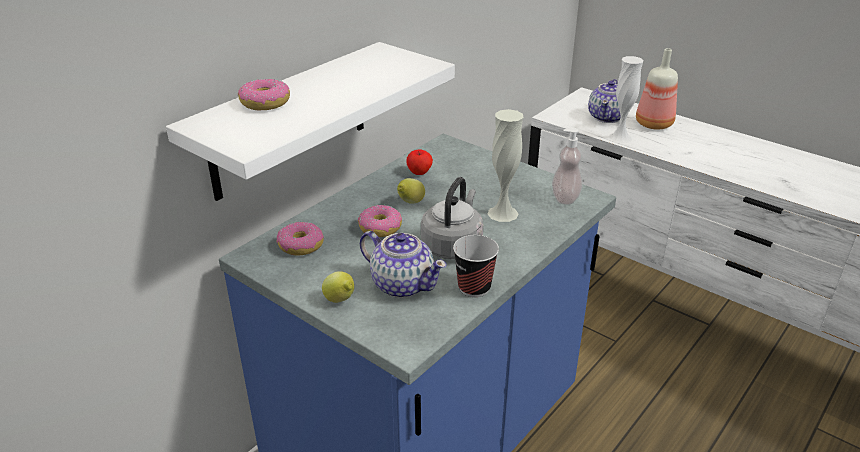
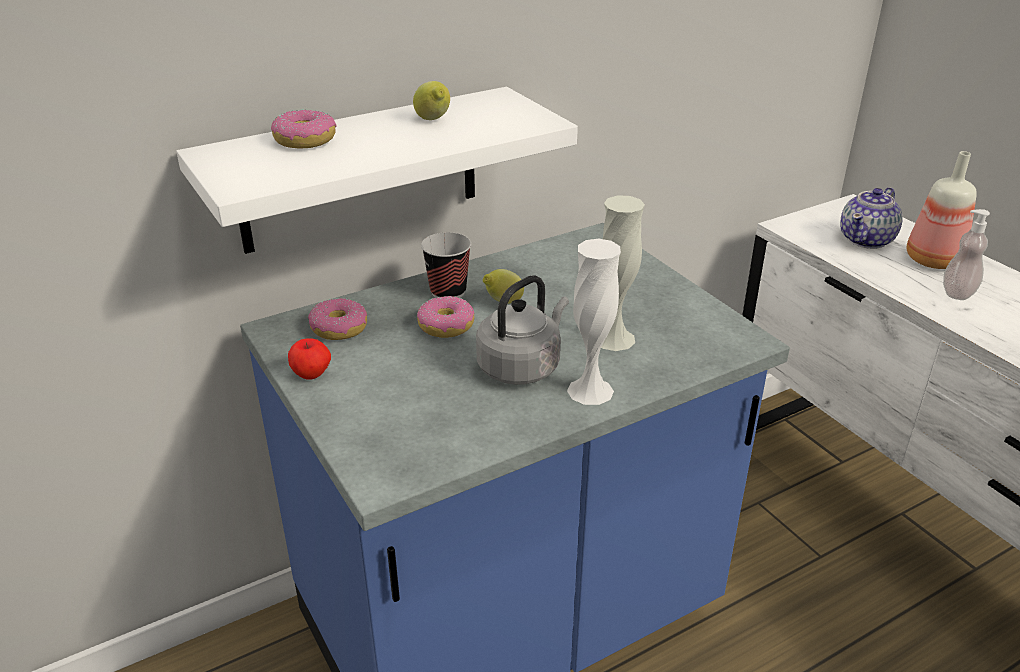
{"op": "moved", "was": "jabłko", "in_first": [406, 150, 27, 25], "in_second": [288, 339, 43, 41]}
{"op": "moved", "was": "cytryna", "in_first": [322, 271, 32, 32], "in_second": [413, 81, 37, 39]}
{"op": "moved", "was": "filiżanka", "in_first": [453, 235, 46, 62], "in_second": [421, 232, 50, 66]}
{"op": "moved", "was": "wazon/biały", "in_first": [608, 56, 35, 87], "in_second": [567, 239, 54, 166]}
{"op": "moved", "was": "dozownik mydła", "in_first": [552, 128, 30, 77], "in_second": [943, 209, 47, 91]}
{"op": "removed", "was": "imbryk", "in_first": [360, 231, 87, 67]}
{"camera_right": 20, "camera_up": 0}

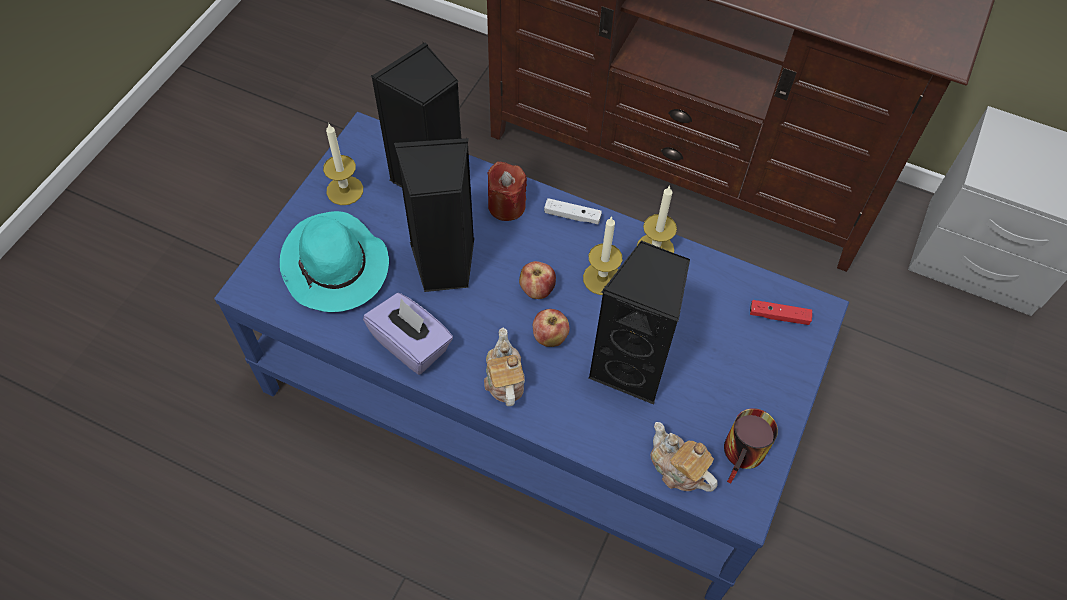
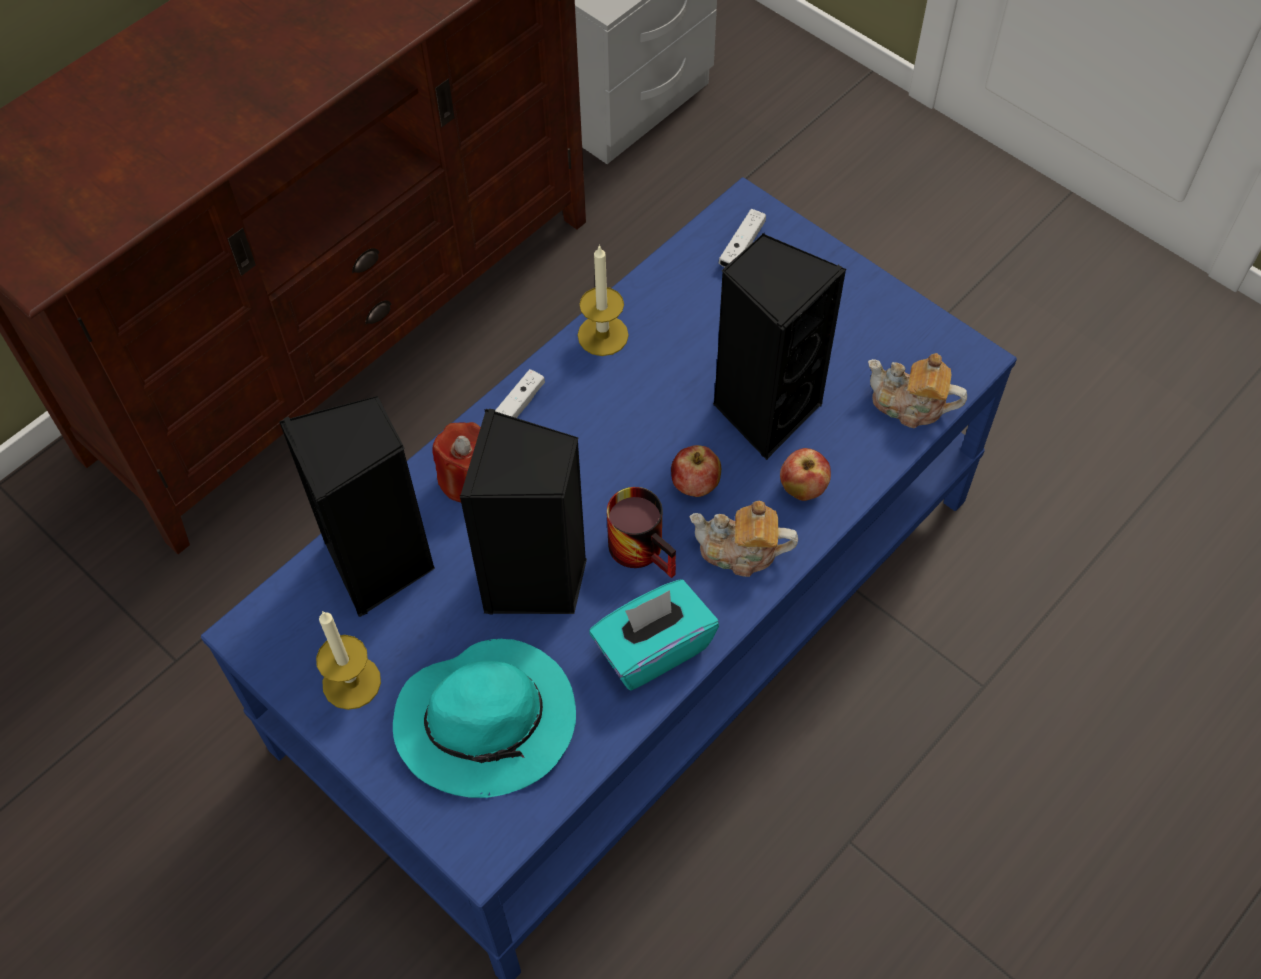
{"op": "recoloured", "was": "pudełko chusteczek/fioletowy", "now": "pudełko chusteczek/turkusowy", "in_first": [363, 293, 90, 82], "in_second": [590, 579, 129, 112]}
{"op": "moved", "was": "kubek", "in_first": [724, 408, 54, 75], "in_second": [607, 487, 69, 91]}
{"op": "recoloured", "was": "pad do gier/czerwony", "now": "pad do gier/biały", "in_first": [750, 300, 62, 25], "in_second": [719, 209, 47, 58]}
{"op": "moved", "was": "jabłko", "in_first": [519, 261, 37, 38], "in_second": [780, 448, 51, 53]}
{"op": "turned", "was": "imbryk", "in_first": [651, 422, 67, 70], "in_second": [868, 353, 99, 75], "clockwise": 45}
{"op": "removed", "was": "świeca", "in_first": [583, 216, 39, 79]}
{"camera_right": -70, "camera_up": 0}

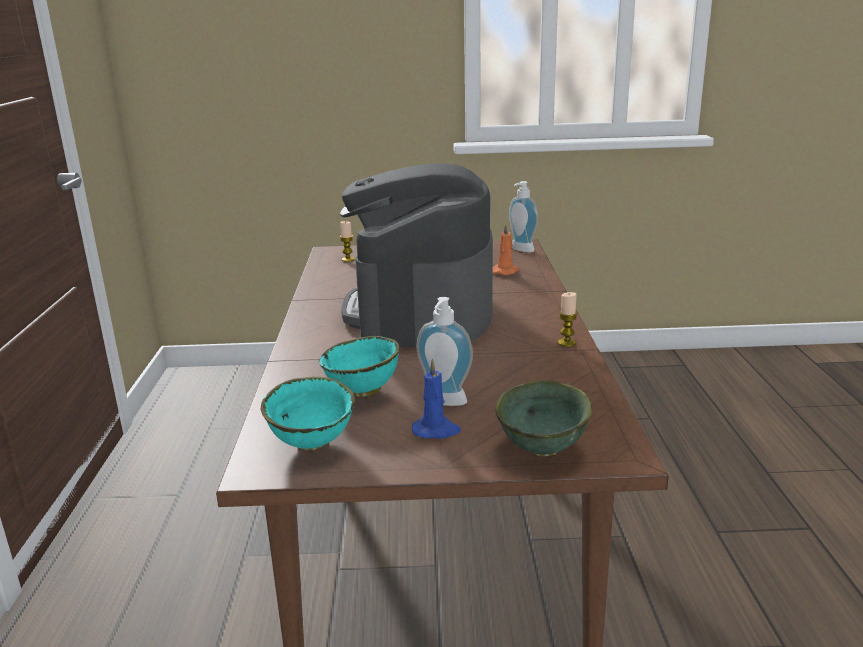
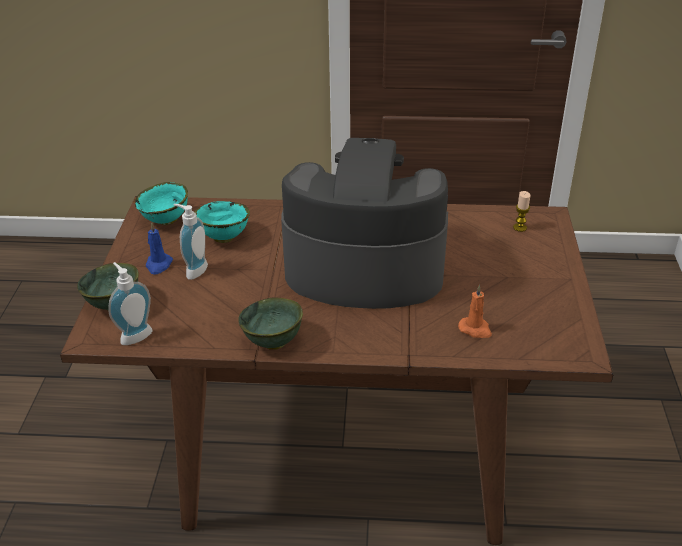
{"op": "moved", "was": "dozownik mydła", "in_first": [509, 181, 29, 71], "in_second": [108, 262, 45, 83]}
{"op": "replaced", "was": "świeca", "now": "miska/zielony", "in_first": [558, 292, 20, 55], "in_second": [238, 298, 65, 52]}
{"camera_right": 95, "camera_up": 15}

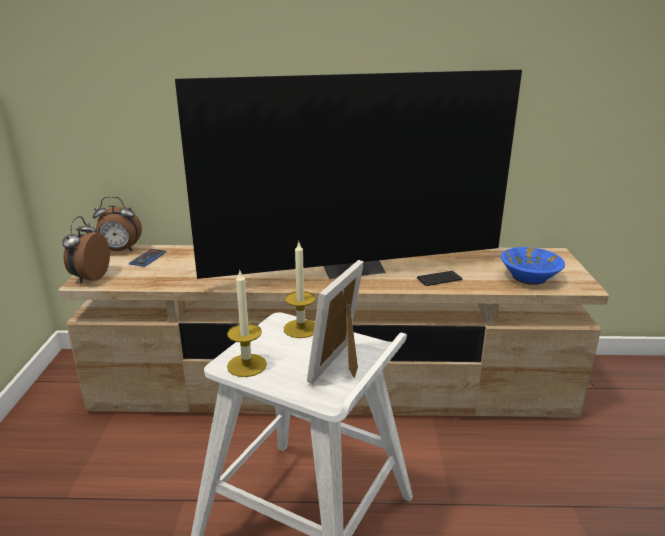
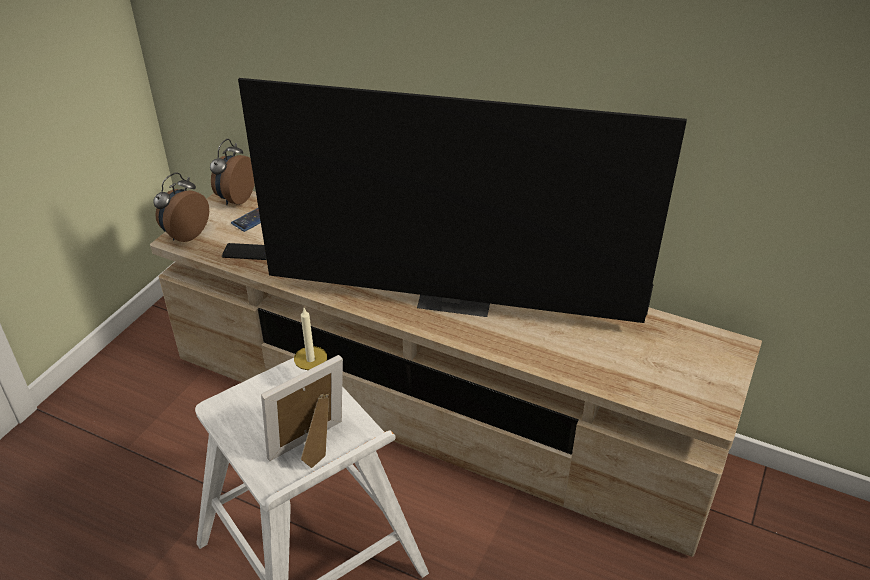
{"op": "turned", "was": "budzik", "in_first": [93, 196, 49, 55], "in_second": [210, 139, 45, 66], "clockwise": 90}
{"op": "moved", "was": "telefon", "in_first": [417, 271, 46, 15], "in_second": [222, 243, 45, 17]}
{"op": "removed", "was": "świeca", "in_first": [227, 271, 40, 106]}
{"op": "removed", "was": "miska/niebieski", "in_first": [501, 247, 64, 38]}
{"camera_right": 25, "camera_up": 15}

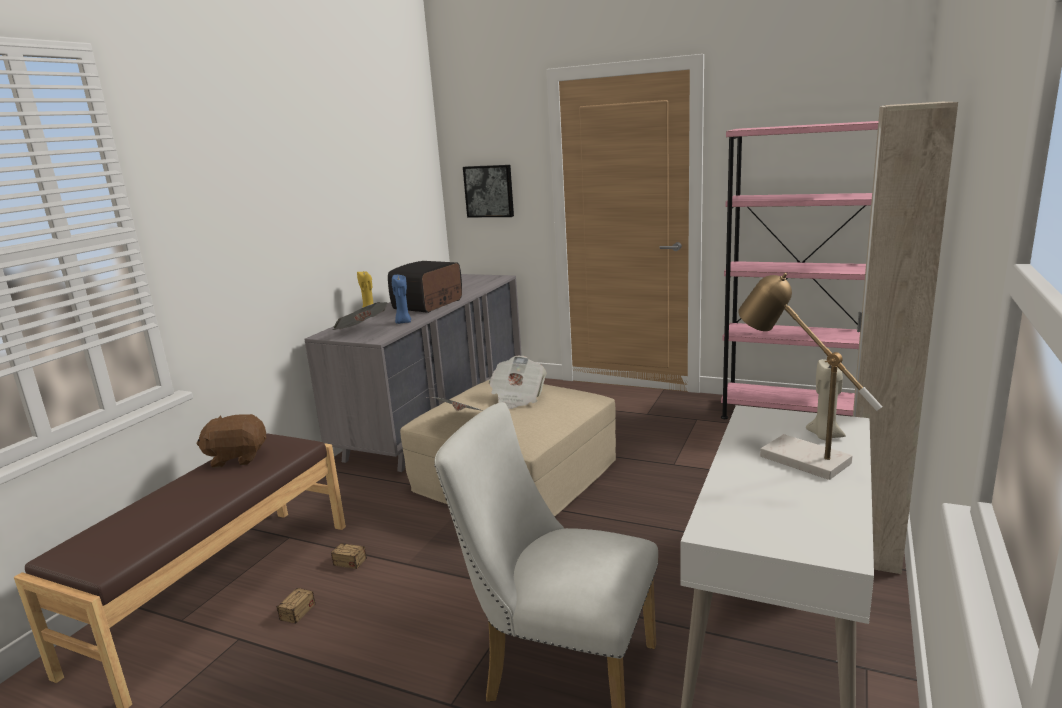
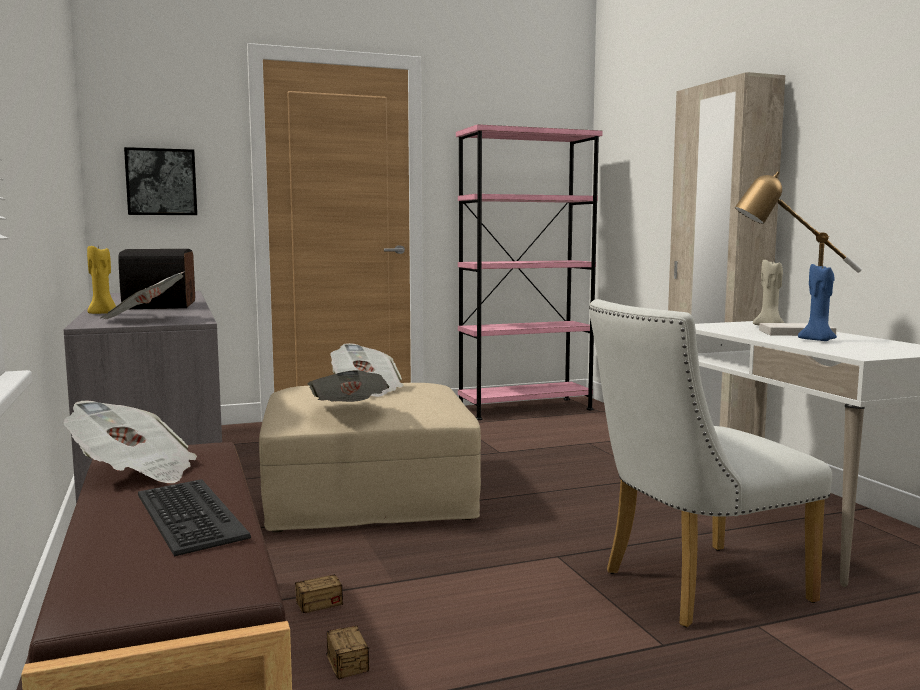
{"op": "replaced", "was": "pluszak/brązowy", "now": "gazeta", "in_first": [196, 414, 70, 54], "in_second": [64, 401, 133, 82]}
{"op": "added", "now": "klawiatura", "in_second": [138, 479, 113, 77]}
{"op": "moved", "was": "świeca/niebieski", "in_first": [392, 275, 19, 49], "in_second": [798, 264, 39, 77]}
{"camera_right": -45, "camera_up": -10}

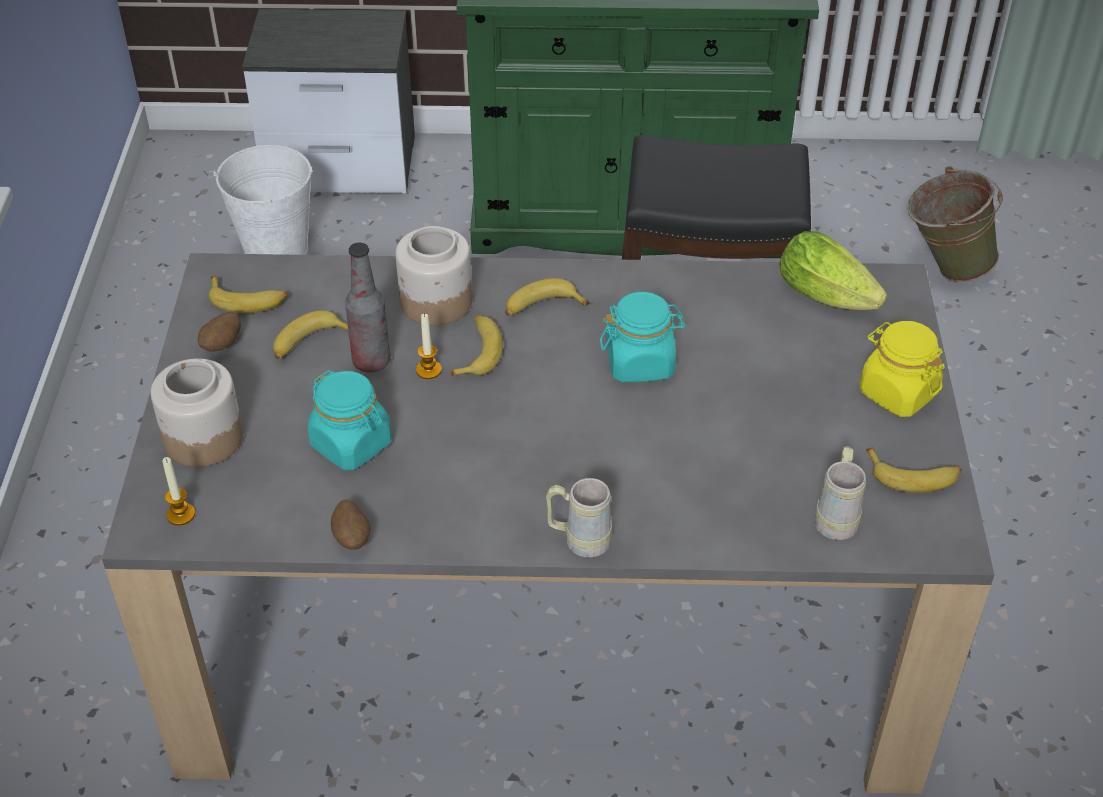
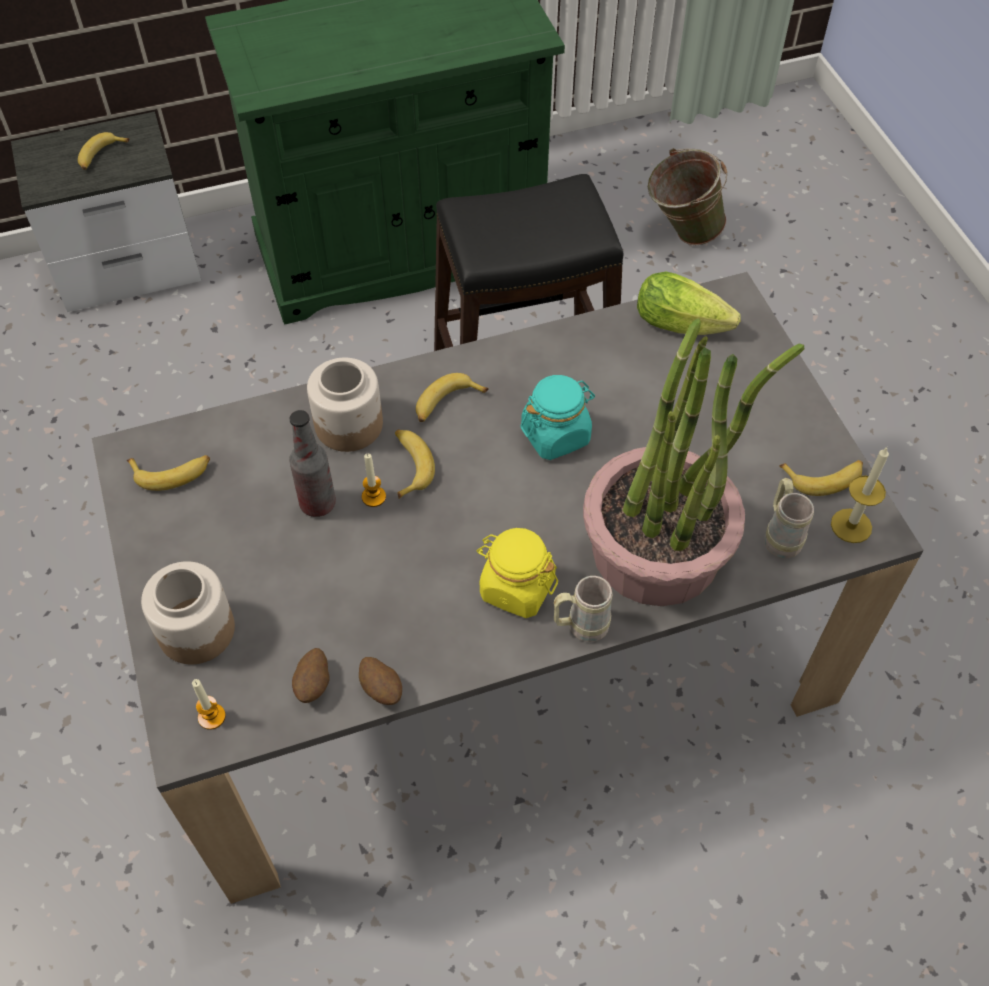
{"op": "moved", "was": "banan", "in_first": [273, 311, 75, 48], "in_second": [78, 132, 52, 38]}
{"op": "moved", "was": "ziemniak", "in_first": [198, 311, 43, 40], "in_second": [292, 648, 37, 55]}
{"op": "moved", "was": "słoik/żółty", "in_first": [859, 321, 86, 96], "in_second": [476, 528, 82, 90]}
{"op": "added", "now": "roślina doniczkowa", "in_second": [583, 318, 221, 288]}
{"op": "added", "now": "świeca", "in_second": [831, 447, 58, 96]}
{"op": "removed", "was": "wiadro/biały", "in_first": [213, 145, 100, 110]}
{"op": "removed", "was": "słoik/turkusowy", "in_first": [308, 370, 84, 100]}
{"camera_right": -20, "camera_up": 10}

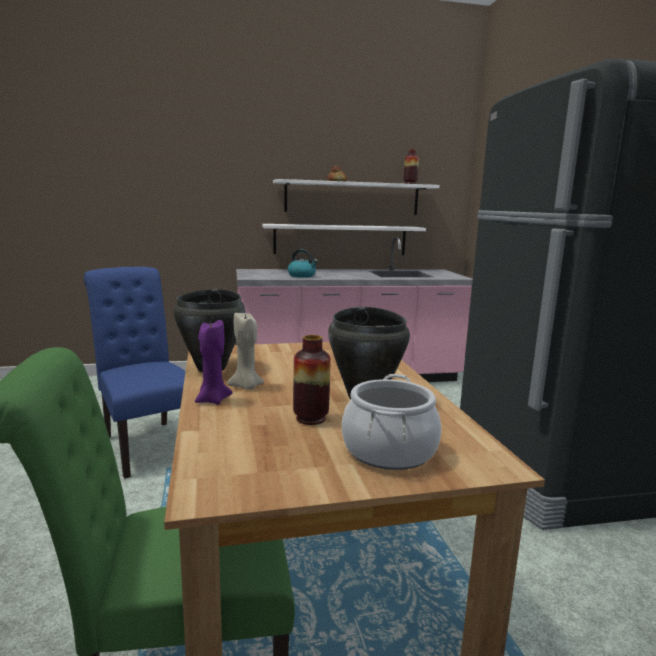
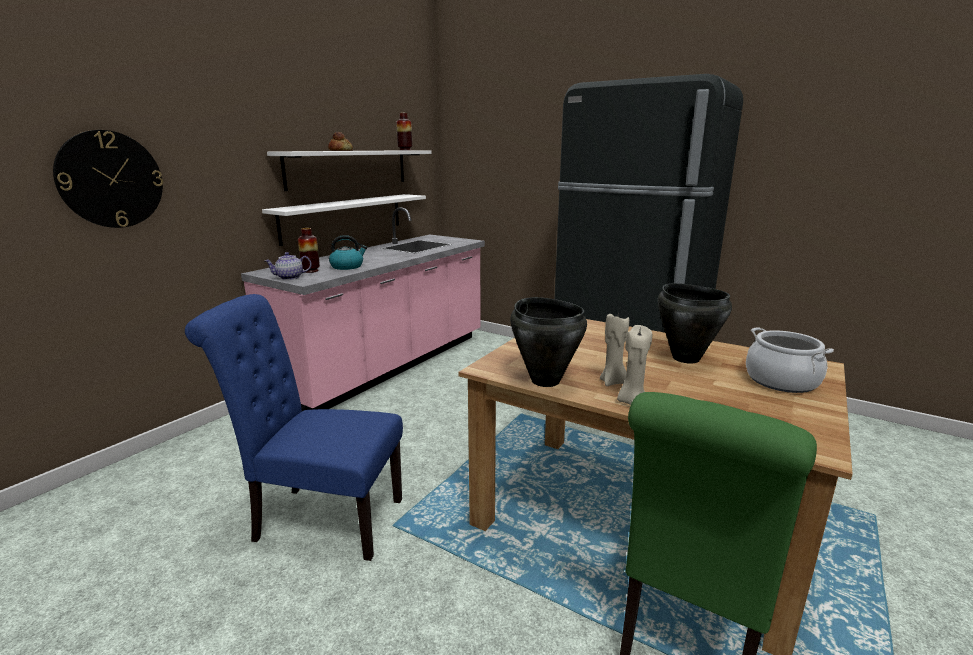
{"op": "added", "now": "zegar ścienny", "in_second": [53, 130, 110, 98]}
{"op": "added", "now": "imbryk", "in_second": [265, 252, 47, 28]}
{"op": "moved", "was": "wazon", "in_first": [293, 335, 38, 90], "in_second": [298, 228, 22, 45]}
{"op": "recoloured", "was": "świeca/fioletowy", "now": "świeca/beżowy", "in_first": [195, 320, 37, 85], "in_second": [617, 325, 35, 80]}
{"camera_right": -45, "camera_up": 5}

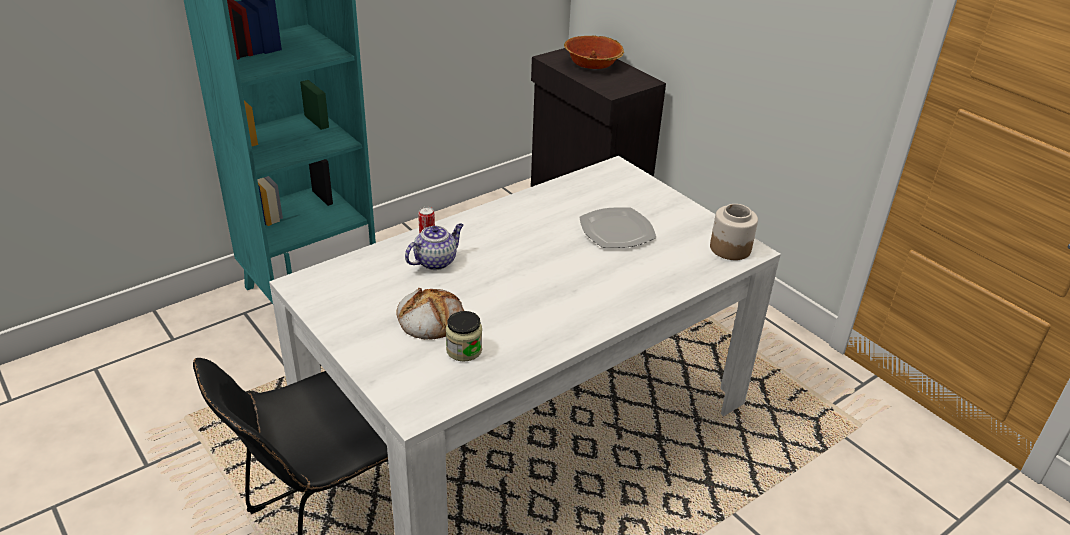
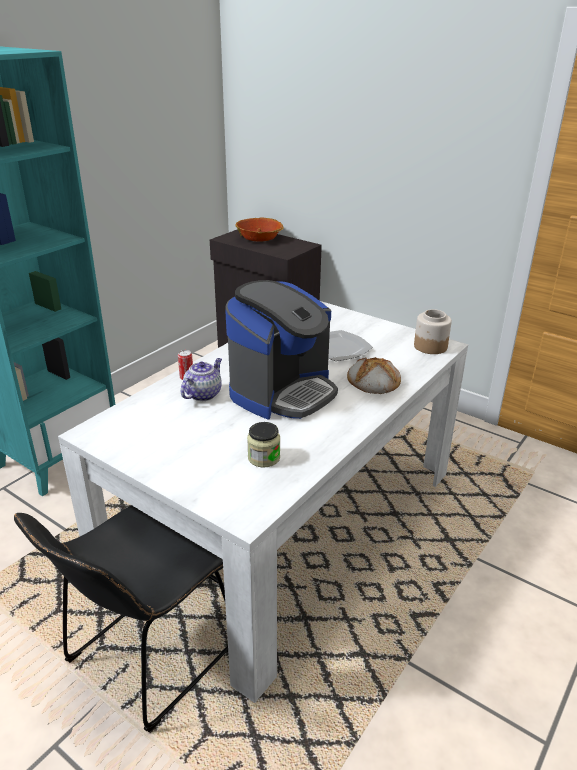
{"op": "added", "now": "ekspres do kawy", "in_second": [225, 280, 113, 139]}
{"op": "moved", "was": "chleb", "in_first": [396, 288, 68, 52], "in_second": [347, 357, 54, 37]}
{"camera_right": -15, "camera_up": -5}

